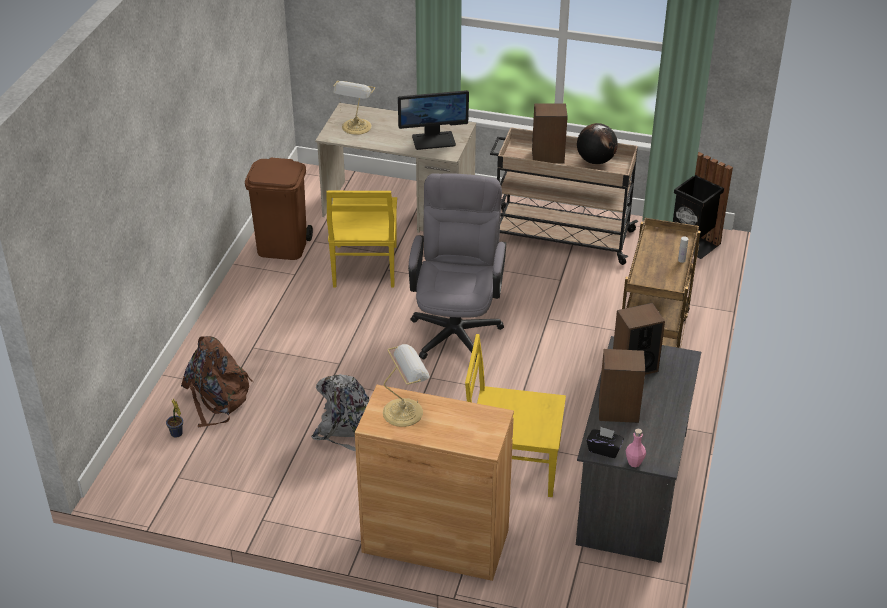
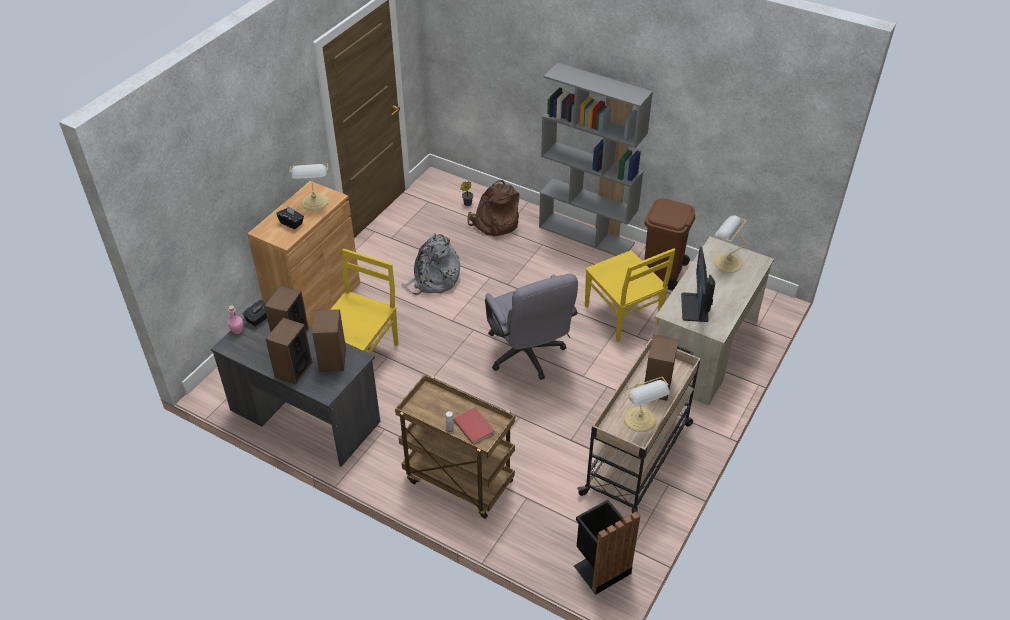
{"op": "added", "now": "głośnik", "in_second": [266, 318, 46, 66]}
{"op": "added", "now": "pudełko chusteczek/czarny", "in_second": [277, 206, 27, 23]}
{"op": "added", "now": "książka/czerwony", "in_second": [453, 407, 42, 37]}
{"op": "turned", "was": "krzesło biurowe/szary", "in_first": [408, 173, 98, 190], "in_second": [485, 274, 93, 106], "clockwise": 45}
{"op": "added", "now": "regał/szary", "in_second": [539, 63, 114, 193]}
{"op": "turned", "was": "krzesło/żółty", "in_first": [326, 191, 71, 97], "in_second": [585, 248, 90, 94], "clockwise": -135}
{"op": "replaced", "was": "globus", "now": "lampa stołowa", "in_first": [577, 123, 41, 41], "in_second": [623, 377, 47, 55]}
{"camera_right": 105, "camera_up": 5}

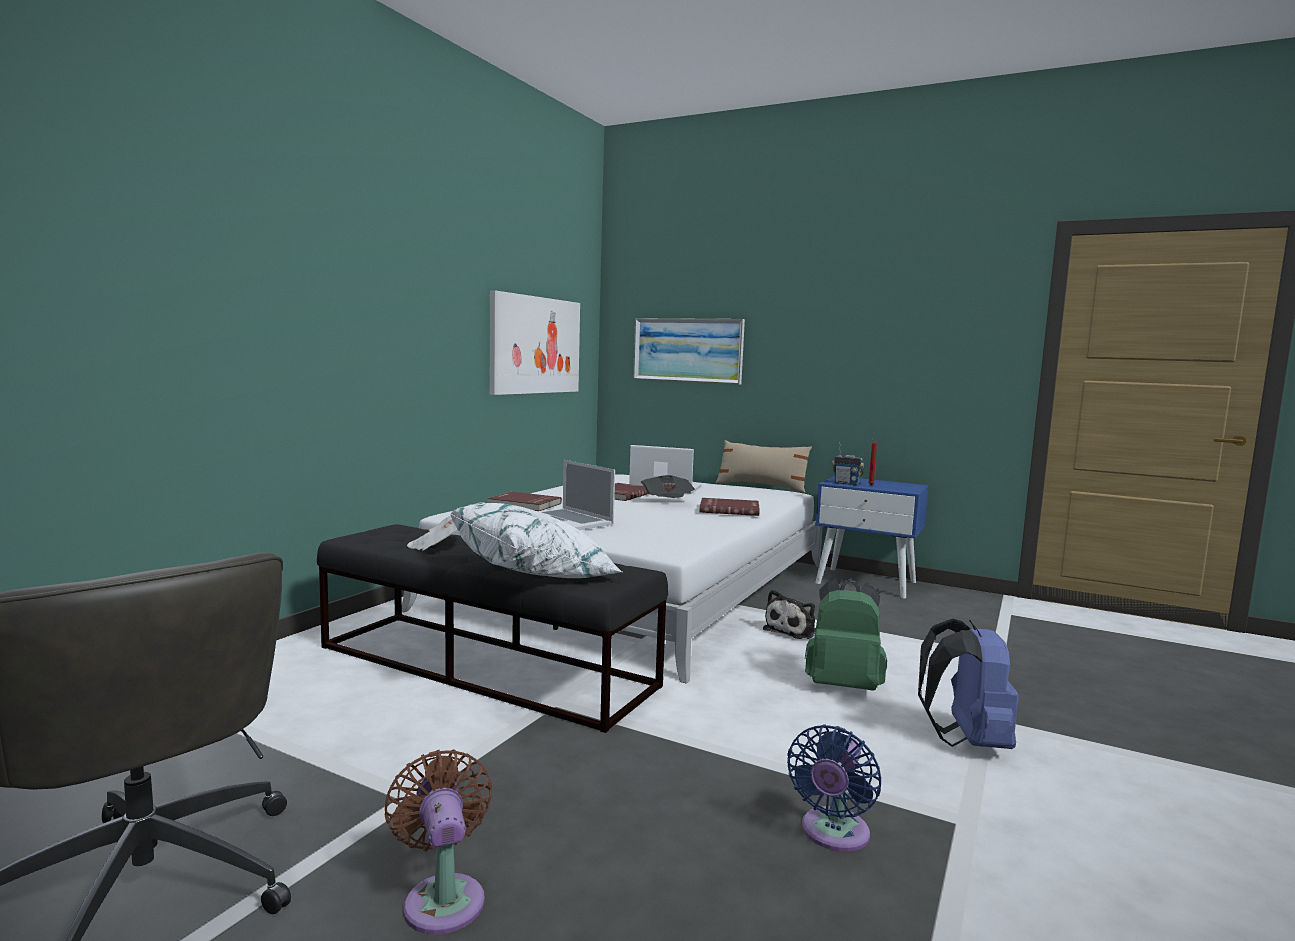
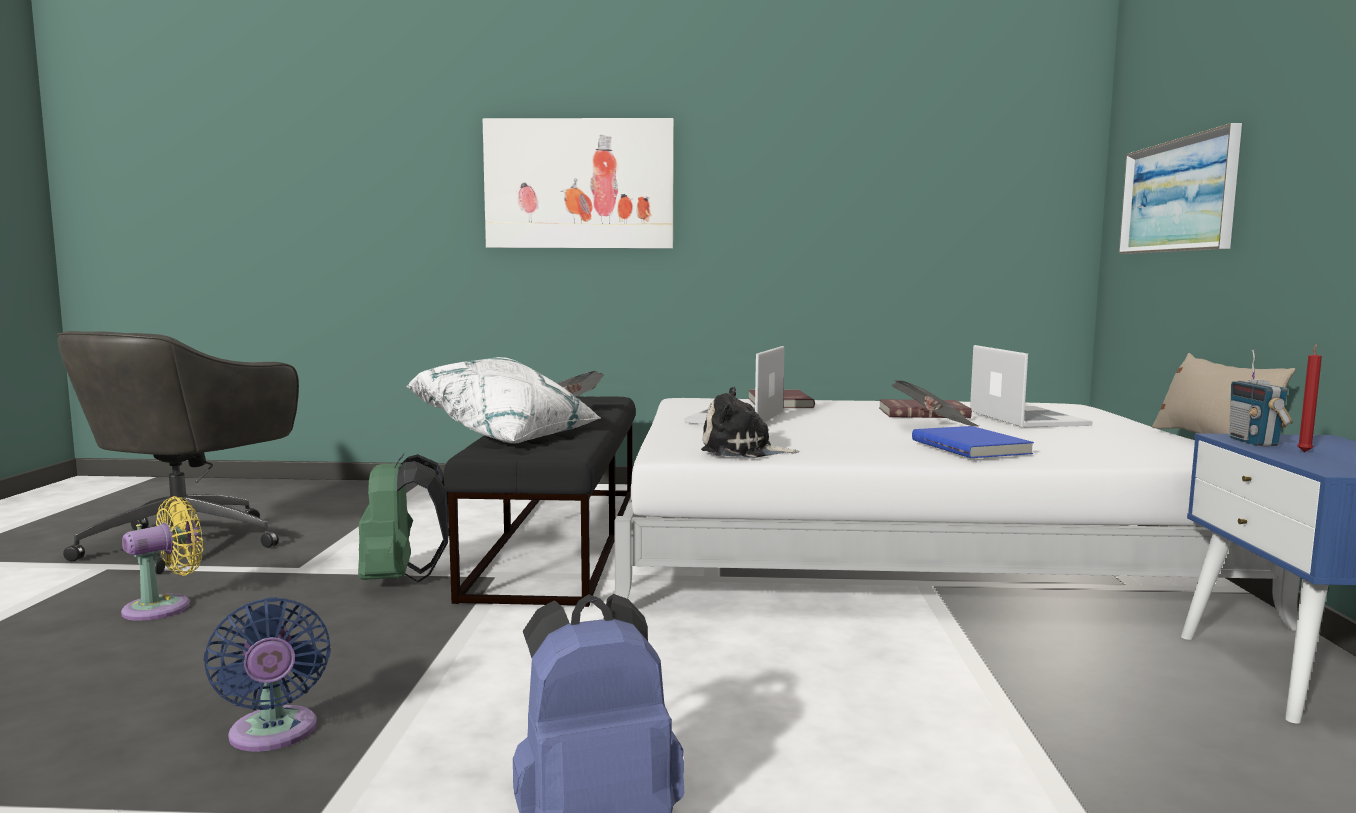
{"op": "recoloured", "was": "wentylator/brązowy", "now": "wentylator/żółty", "in_first": [385, 749, 107, 186], "in_second": [121, 496, 82, 125]}
{"op": "turned", "was": "wentylator/niebieski", "in_first": [787, 725, 94, 127], "in_second": [203, 597, 128, 154], "clockwise": -120}
{"op": "moved", "was": "plecak/zielony", "in_first": [805, 578, 82, 113], "in_second": [358, 454, 91, 129]}
{"op": "moved", "was": "obraz", "in_first": [490, 290, 90, 105], "in_second": [482, 118, 192, 131]}
{"op": "moved", "was": "pluszak", "in_first": [763, 590, 53, 49], "in_second": [701, 387, 98, 71]}
{"op": "recoloured", "was": "książka/czerwony", "now": "książka/niebieski", "in_first": [700, 498, 60, 18], "in_second": [912, 426, 122, 32]}
{"camera_right": 65, "camera_up": 0}

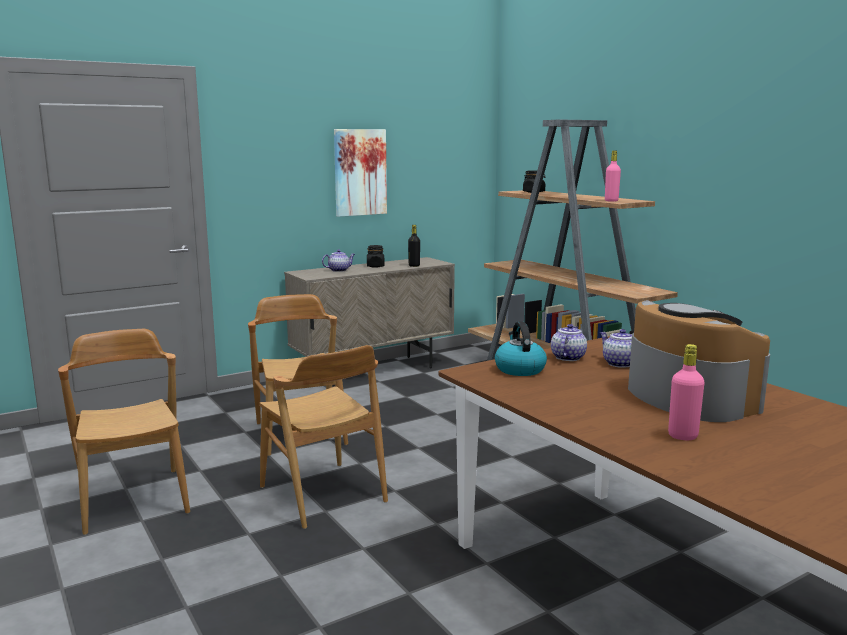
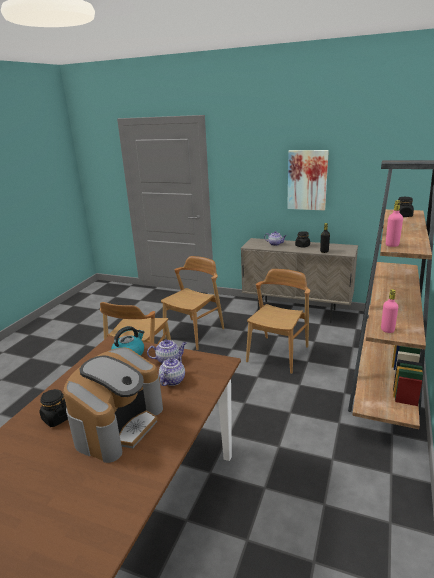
{"op": "added", "now": "słoik/czarny", "in_second": [39, 389, 29, 38]}
{"op": "moved", "was": "krzesło/brązowy", "in_first": [58, 329, 132, 206], "in_second": [246, 269, 64, 105]}
{"op": "moved", "was": "butelka/różowy", "in_first": [668, 344, 37, 96], "in_second": [381, 289, 17, 44]}
{"camera_right": 55, "camera_up": 10}

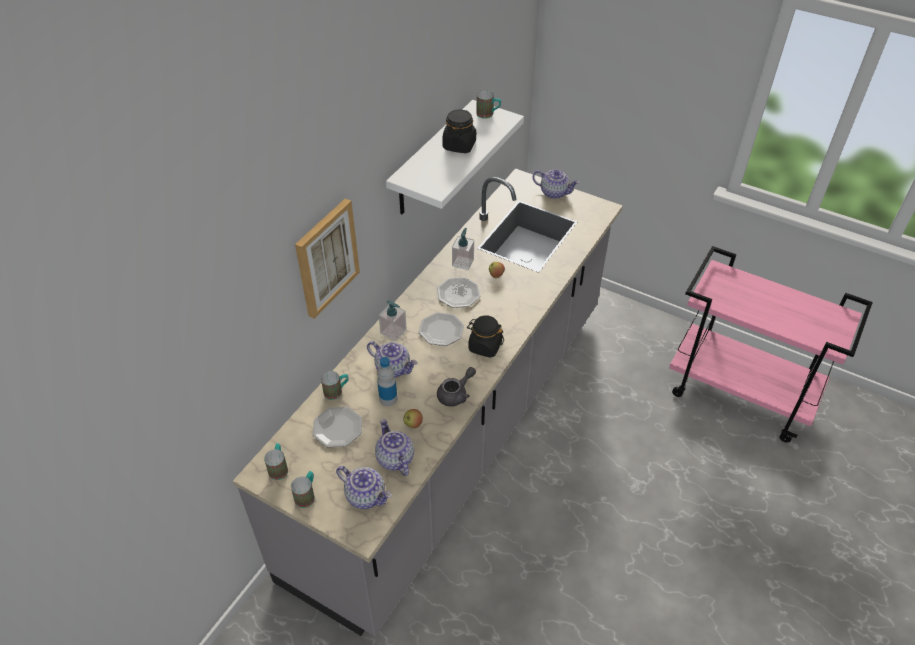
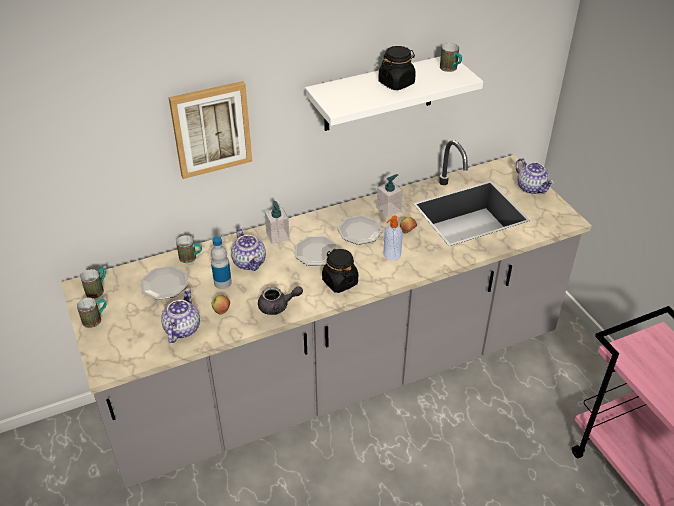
{"op": "added", "now": "dozownik mydła", "in_second": [383, 215, 20, 46]}
{"op": "removed", "was": "imbryk", "in_first": [336, 466, 56, 43]}
{"camera_right": 35, "camera_up": -5}

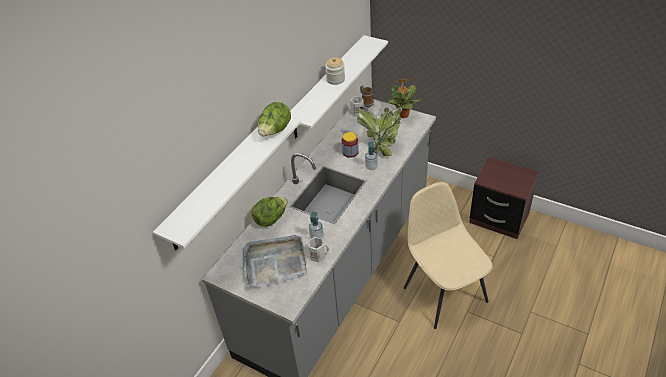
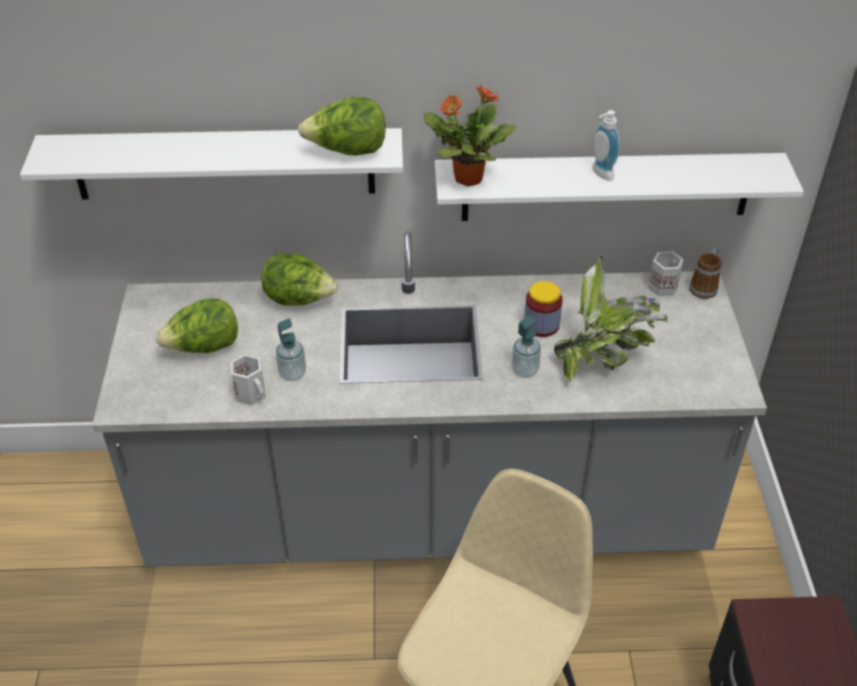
{"op": "replaced", "was": "taca/szary", "now": "sałata", "in_first": [243, 235, 64, 53], "in_second": [156, 298, 82, 55]}
{"op": "moved", "was": "roślina doniczkowa", "in_first": [387, 79, 33, 39], "in_second": [424, 86, 92, 100]}
{"op": "replaced", "was": "słoik", "now": "dozownik mydła", "in_first": [325, 57, 20, 28], "in_second": [592, 110, 28, 71]}
{"camera_right": 55, "camera_up": 0}

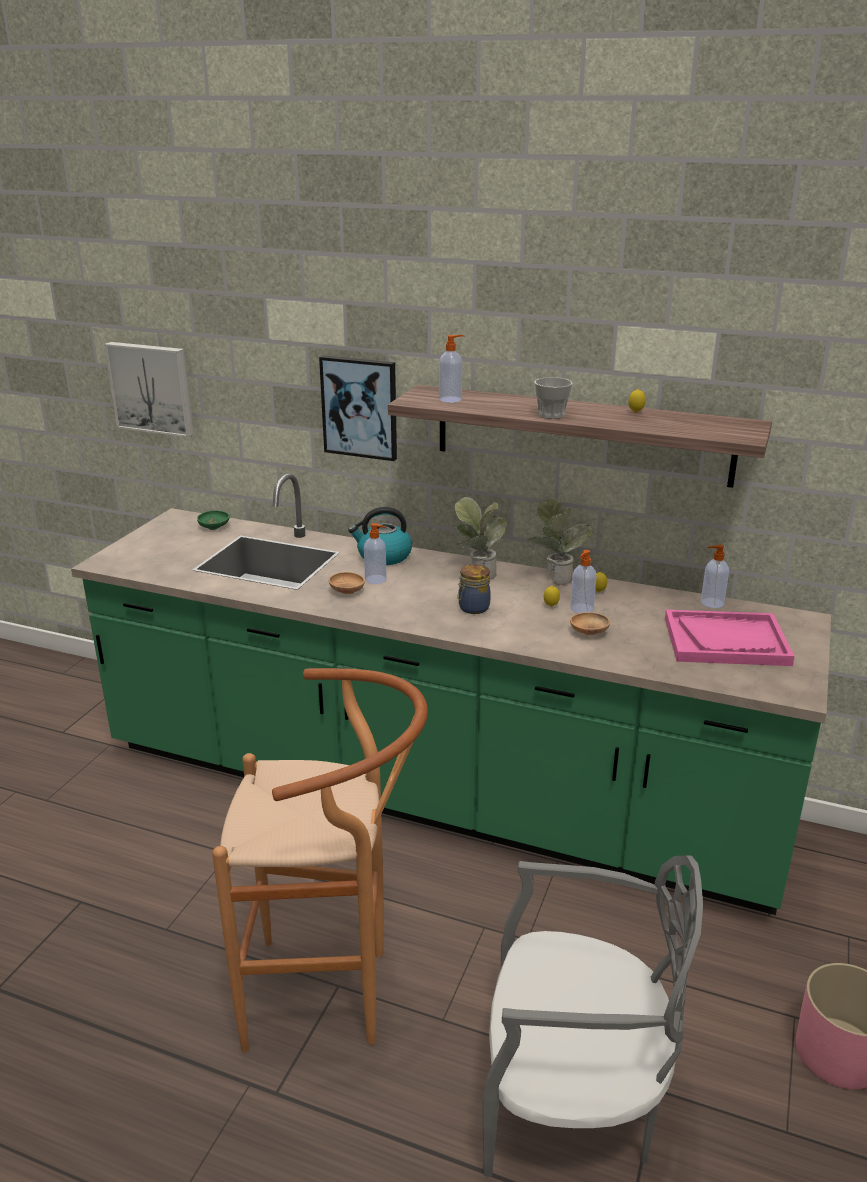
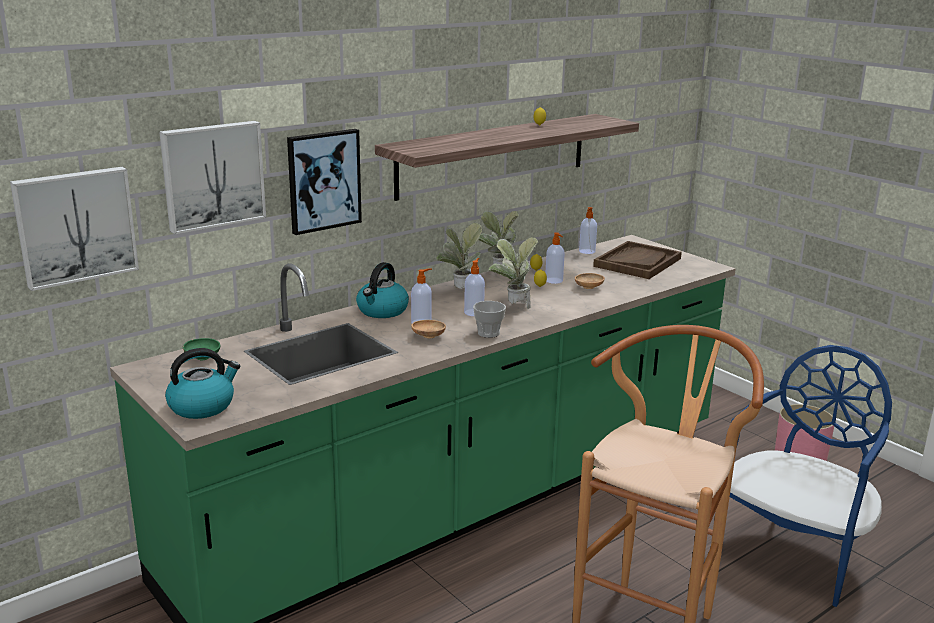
{"op": "added", "now": "obraz", "in_second": [159, 121, 107, 113]}
{"op": "added", "now": "czajnik", "in_second": [165, 348, 75, 71]}
{"op": "moved", "was": "dozownik mydła", "in_first": [439, 335, 26, 68], "in_second": [464, 258, 21, 58]}
{"op": "moved", "was": "filiżanka", "in_first": [534, 377, 39, 42], "in_second": [473, 301, 33, 37]}
{"op": "replaced", "was": "słoik", "now": "roślina doniczkowa", "in_first": [458, 564, 32, 50], "in_second": [489, 237, 49, 72]}
{"op": "recoloured", "was": "taca/różowy", "now": "taca/brązowy", "in_first": [665, 610, 130, 56], "in_second": [593, 241, 89, 38]}
{"op": "recoloured", "was": "krzesło/szary", "now": "krzesło/niebieski", "in_first": [482, 855, 221, 322], "in_second": [730, 345, 162, 262]}
{"camera_right": -60, "camera_up": -5}

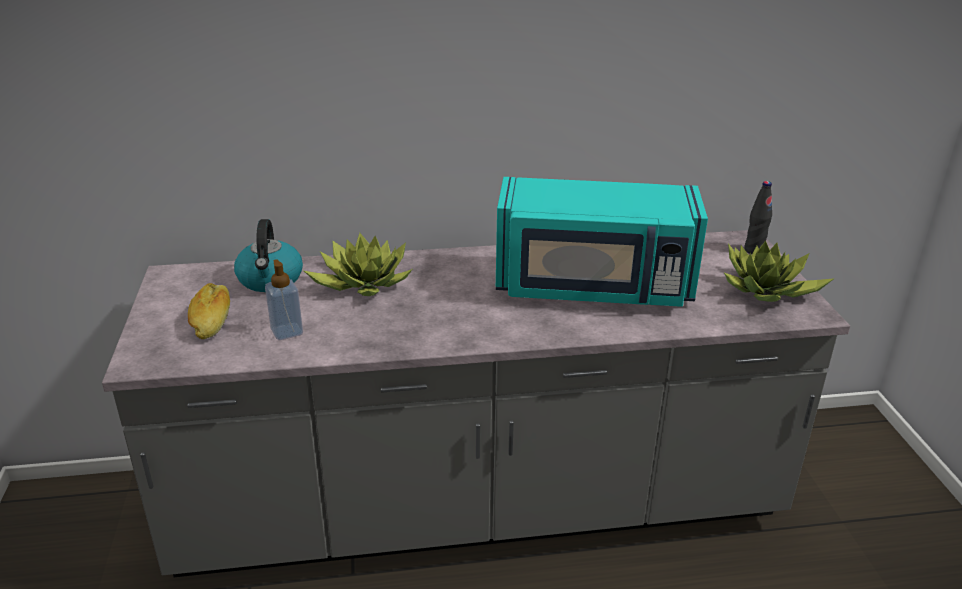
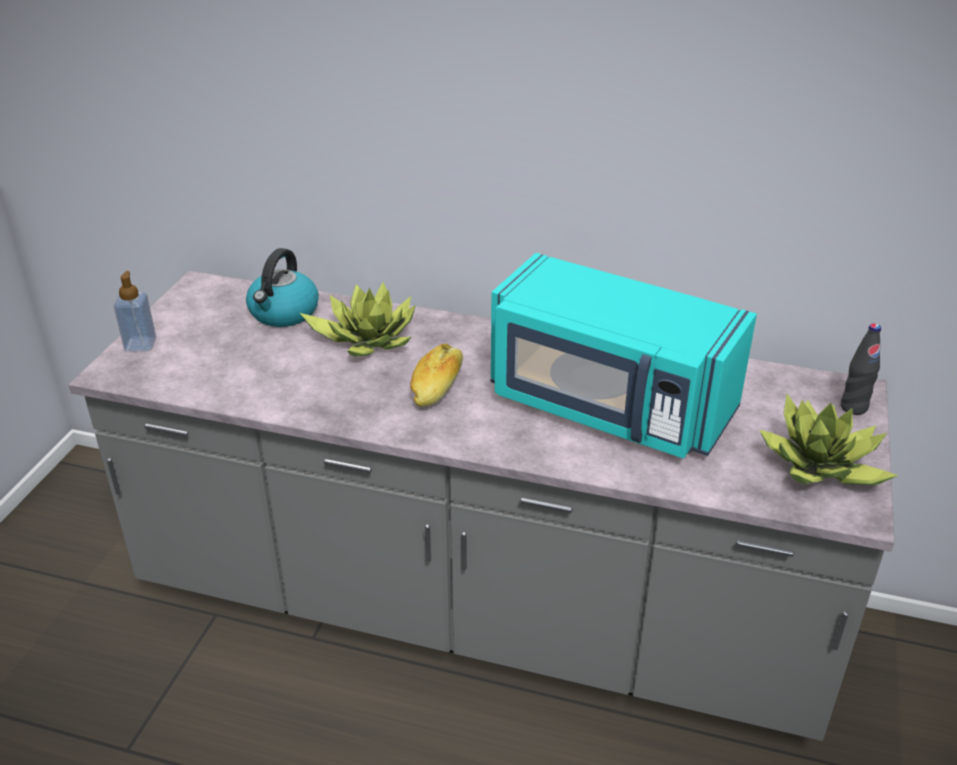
{"op": "moved", "was": "dozownik mydła", "in_first": [265, 259, 38, 81], "in_second": [114, 271, 42, 81]}
{"op": "moved", "was": "chleb", "in_first": [188, 283, 42, 56], "in_second": [410, 344, 53, 63]}
{"camera_right": 25, "camera_up": 5}

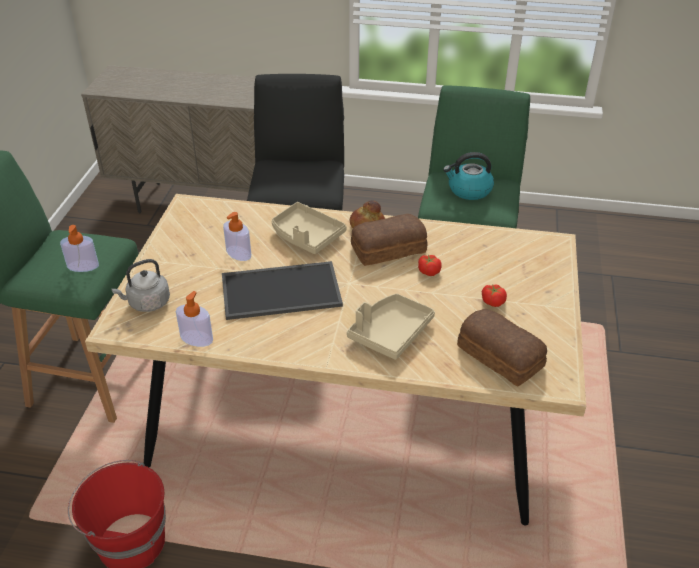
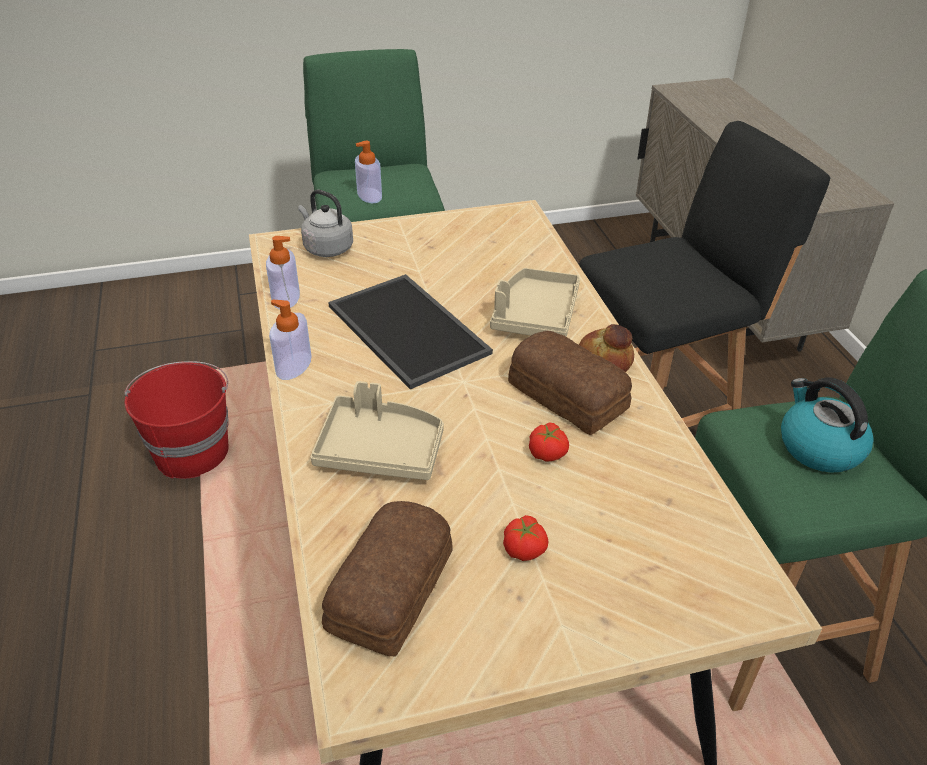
{"op": "moved", "was": "dozownik mydła", "in_first": [223, 212, 28, 49], "in_second": [269, 300, 43, 80]}
{"camera_right": 65, "camera_up": 0}

